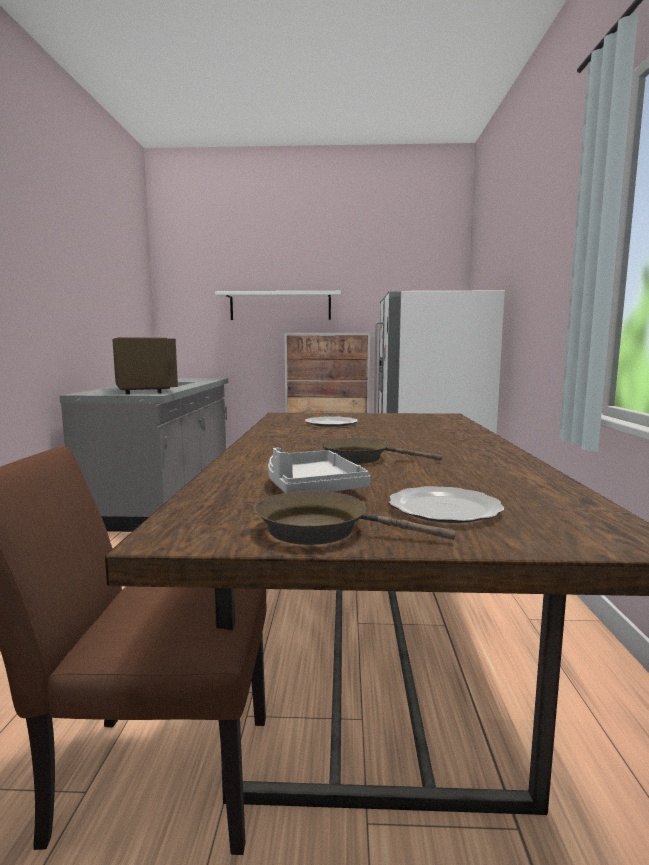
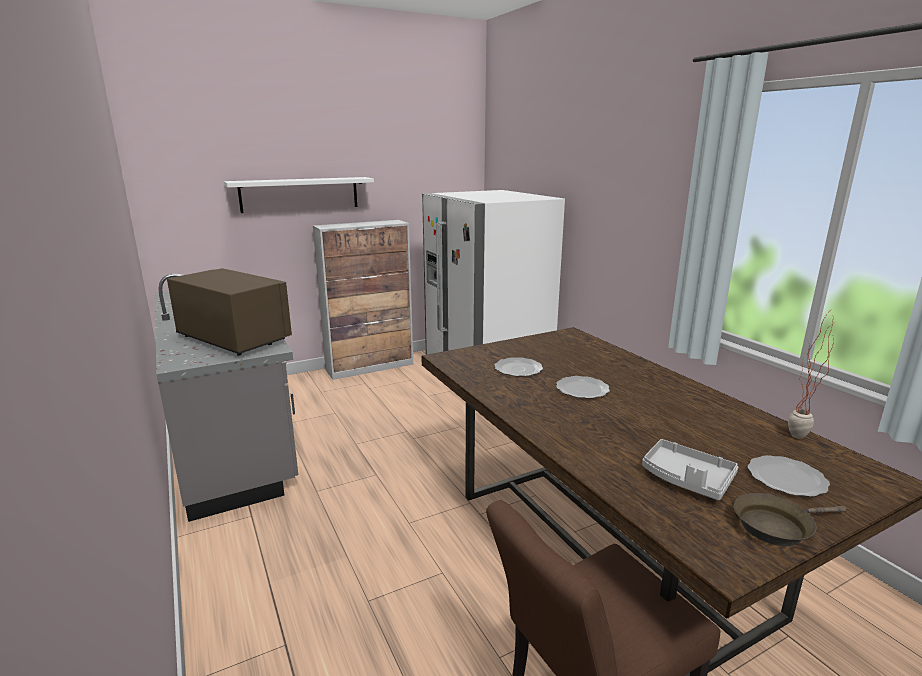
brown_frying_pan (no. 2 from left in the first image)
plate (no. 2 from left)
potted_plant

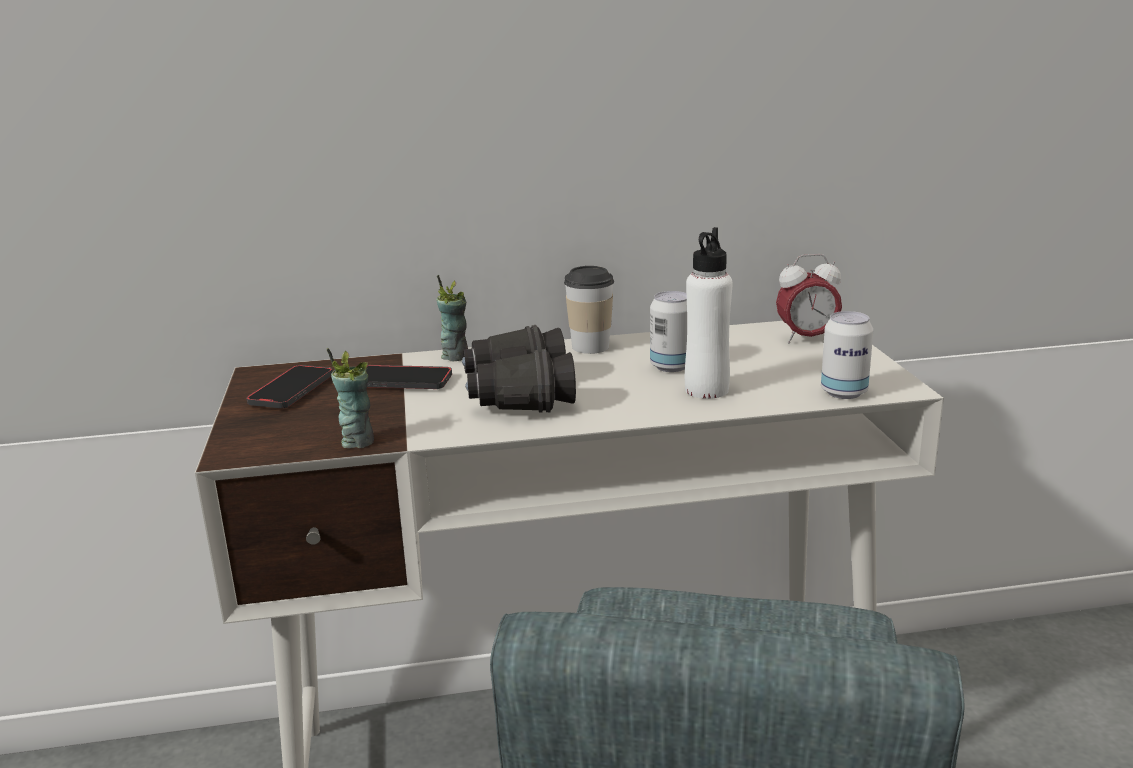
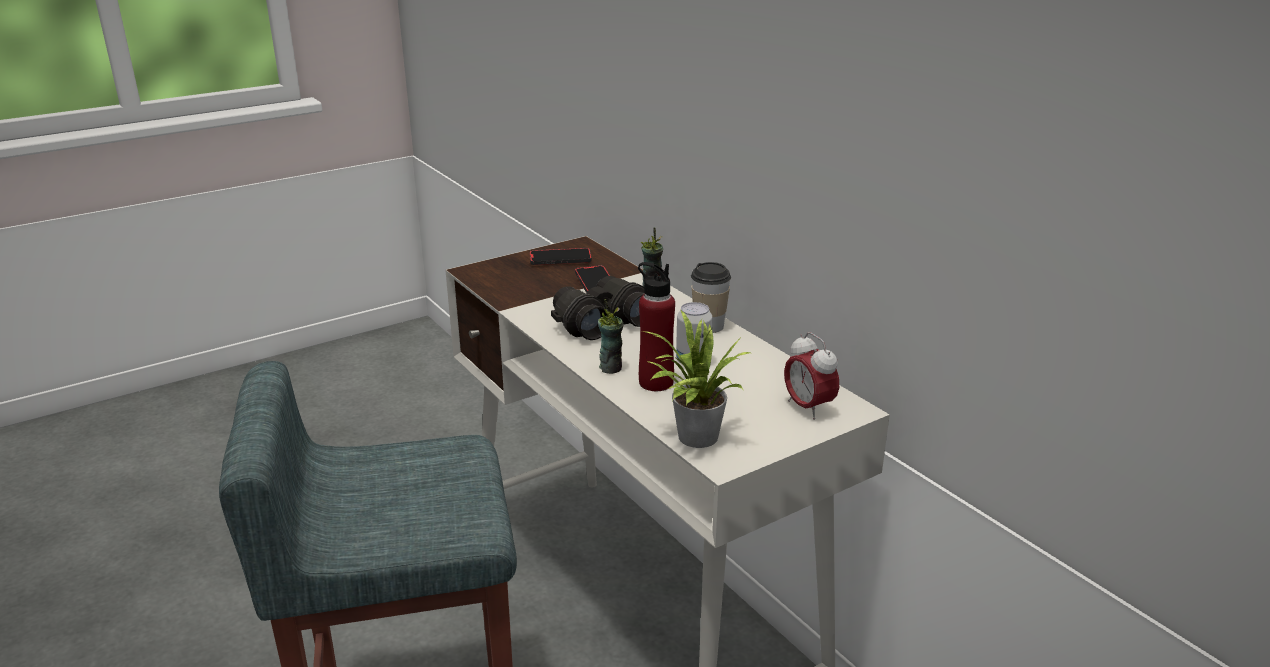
cup (no. 1 from left)
potted_plant
red_bottle

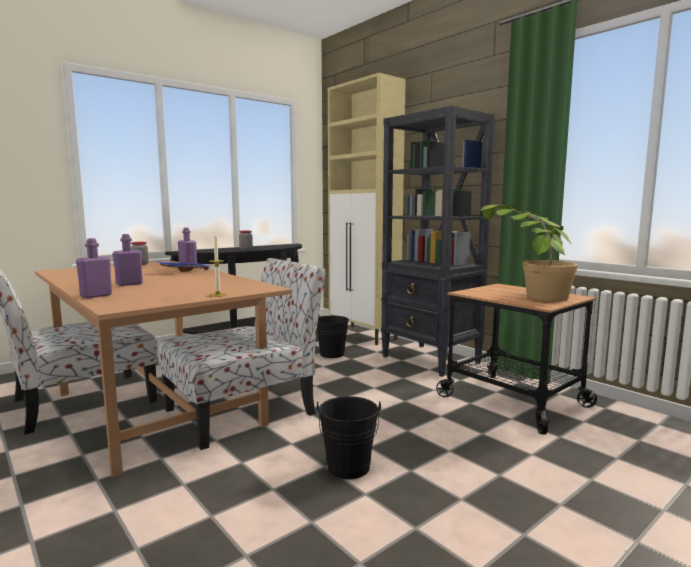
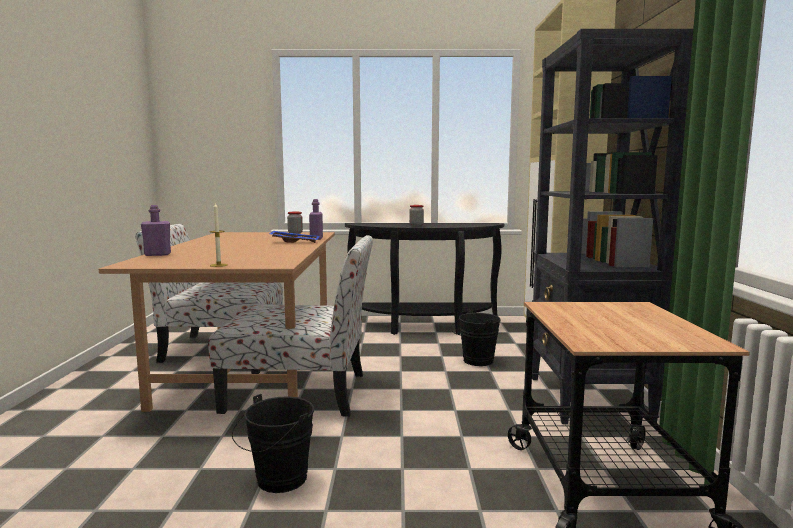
purple_bottle (no. 2 from left in the first image)
potted_plant

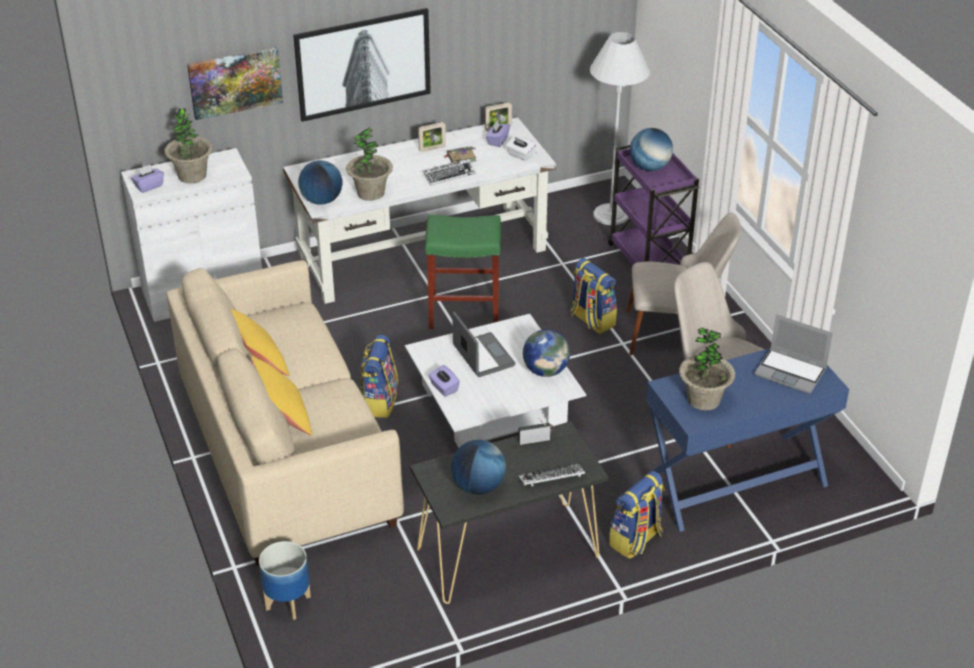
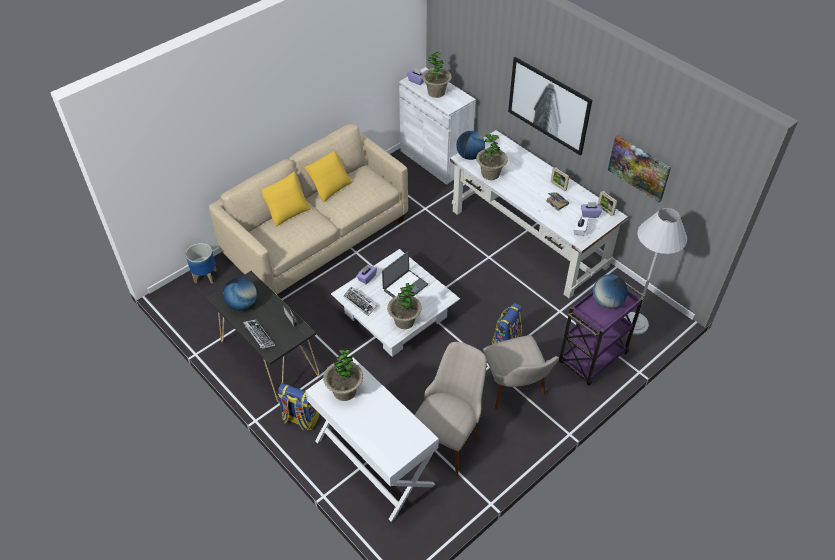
backpack (no. 1 from left in the first image)
green_stool
laptop (no. 2 from left in the first image)
picture (no. 2 from left)
keyboard (no. 2 from left)
potted_plant (no. 2 from left)
white_desk (no. 1 from left)

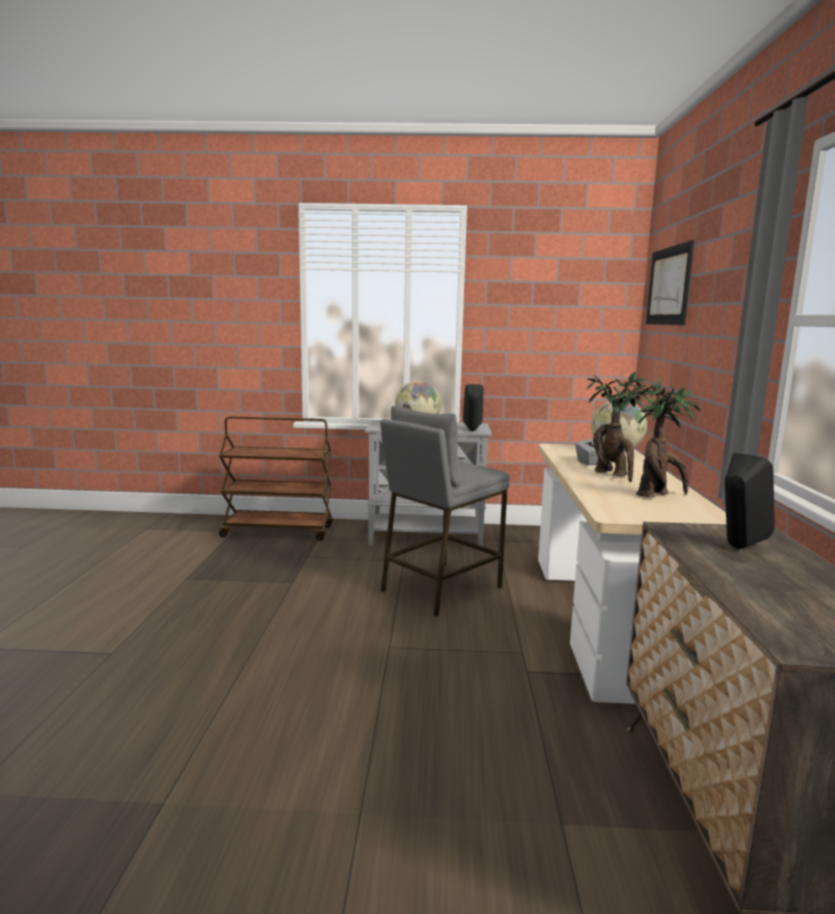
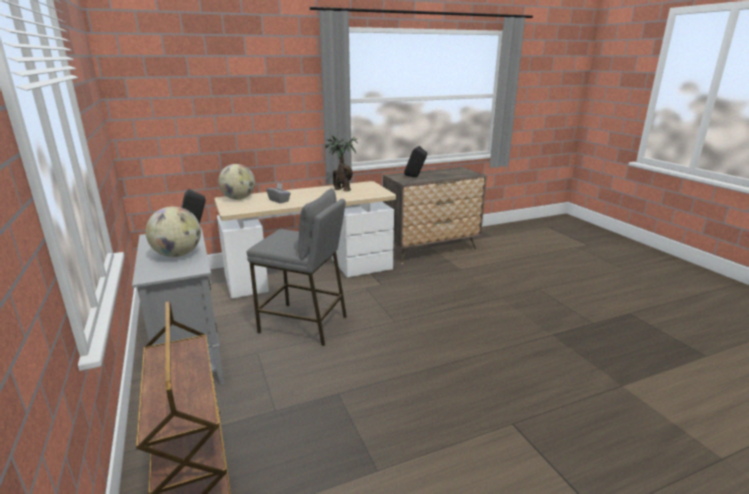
potted_plant (no. 1 from left in the first image)
picture

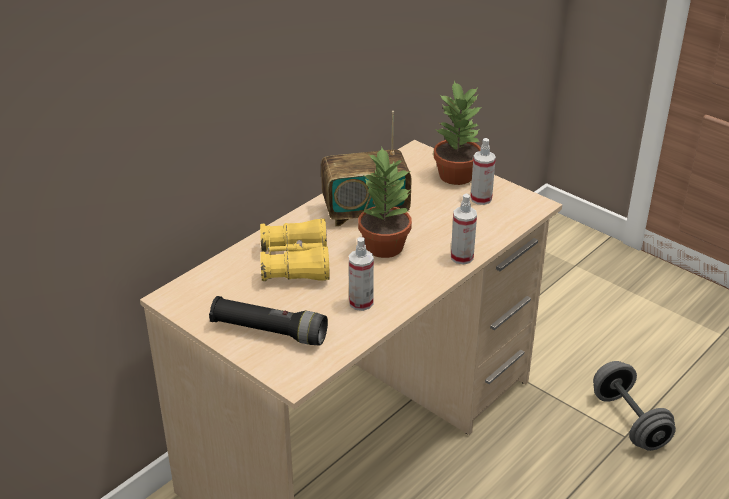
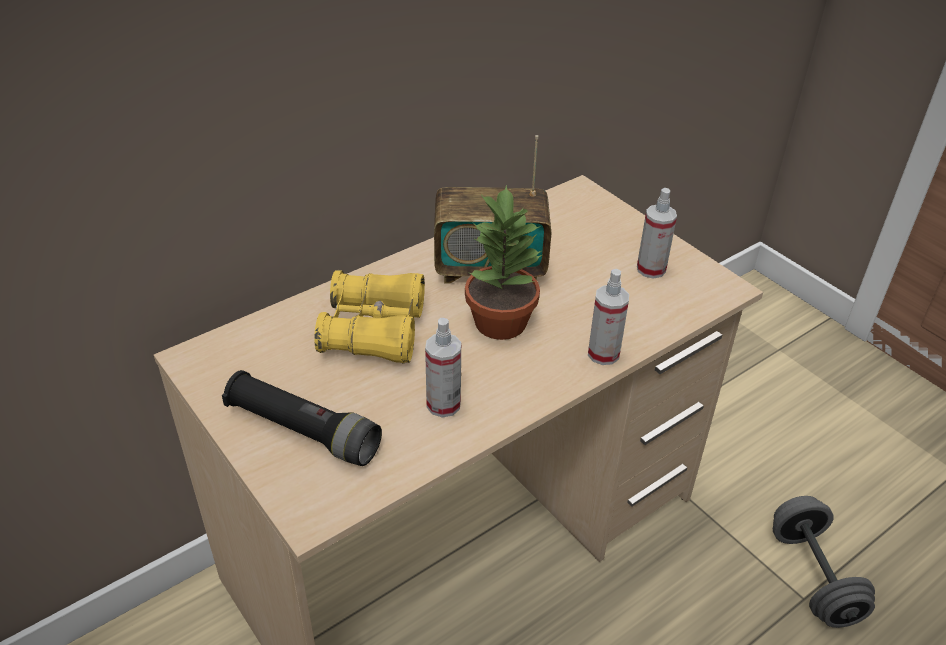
potted_plant (no. 2 from left in the first image)

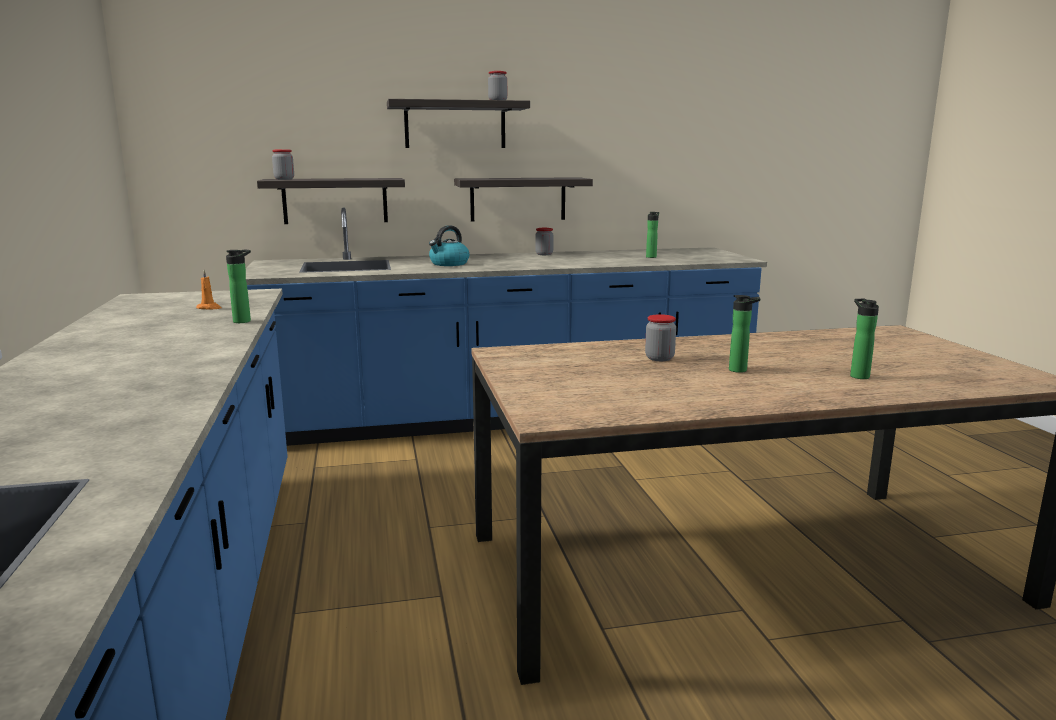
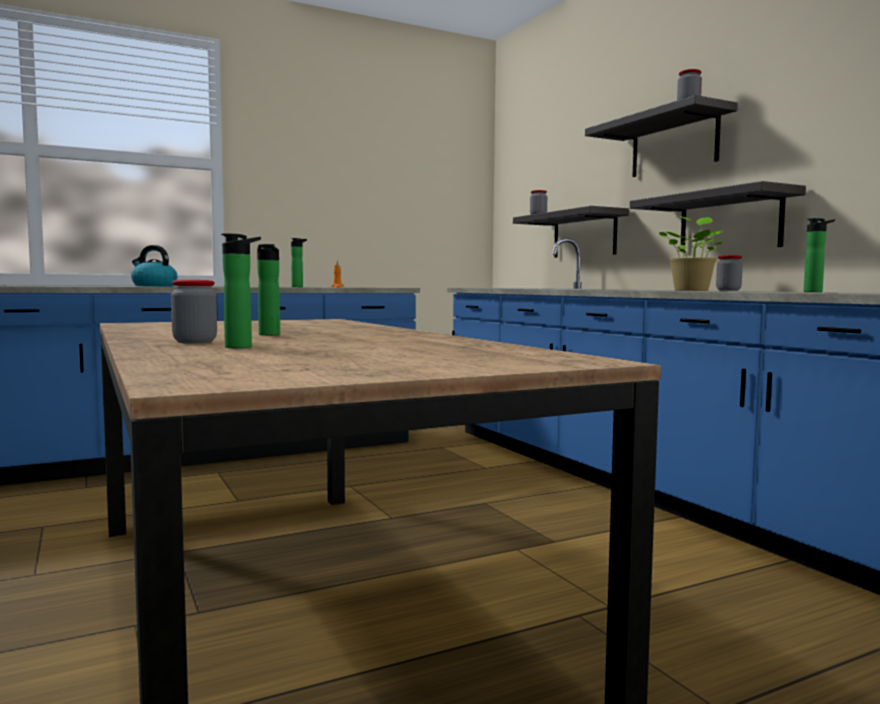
potted_plant
kettle
jar (no. 1 from left)

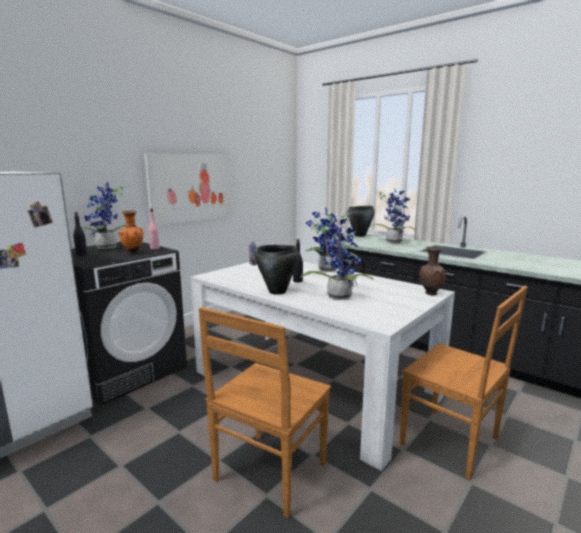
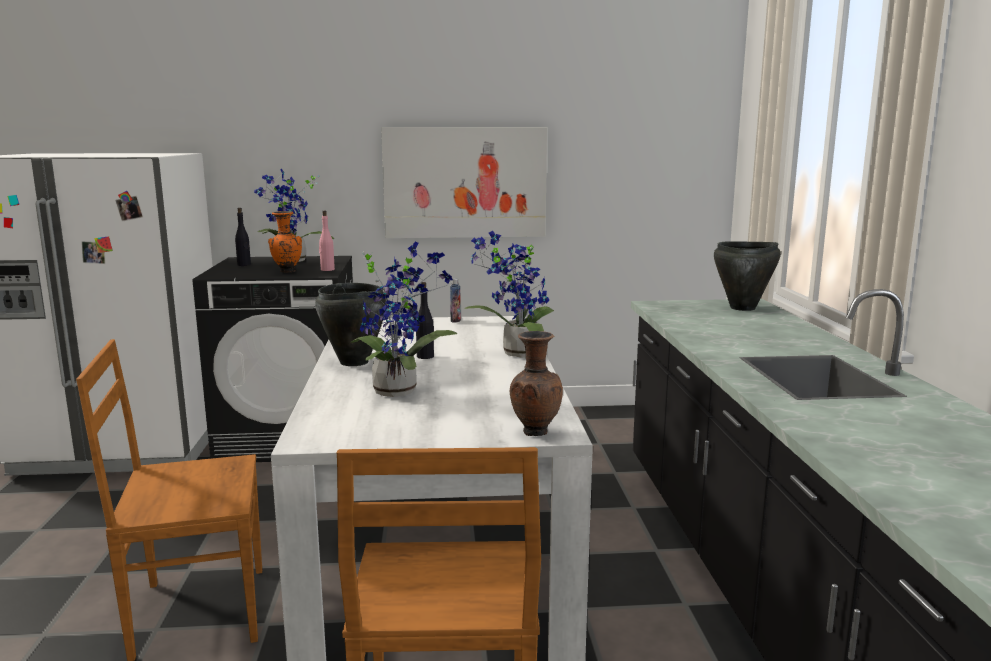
potted_plant (no. 4 from left in the first image)

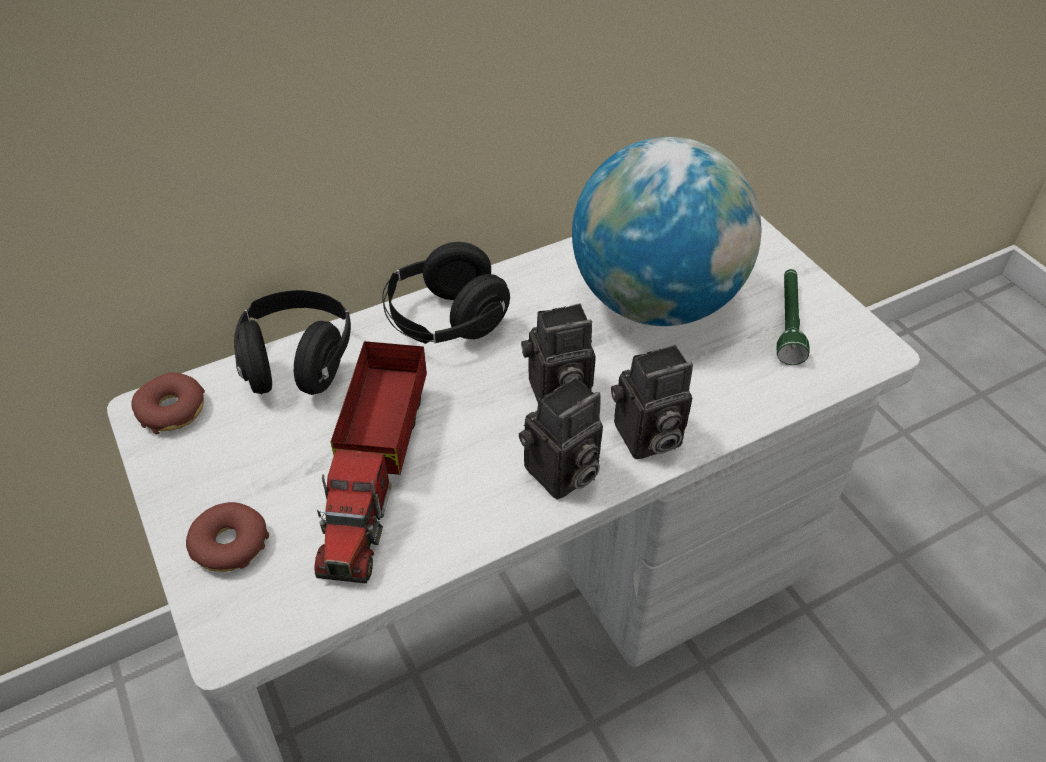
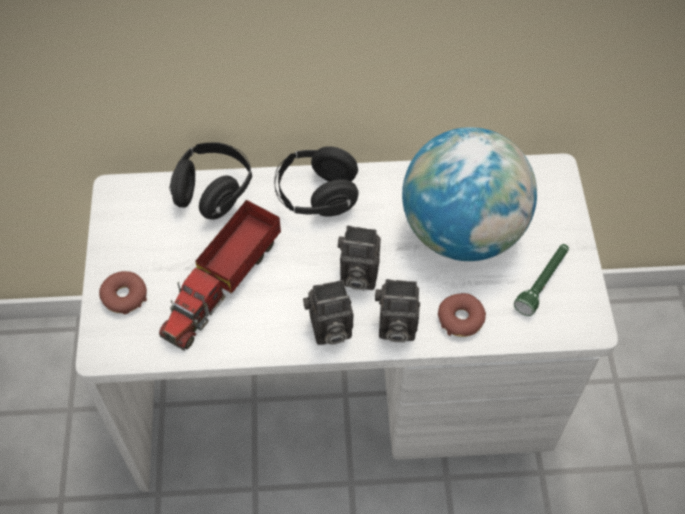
donut (no. 2 from left)

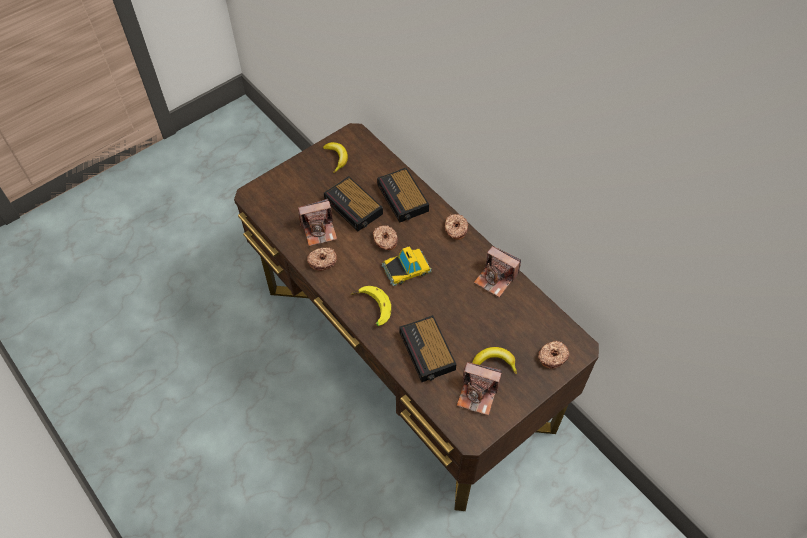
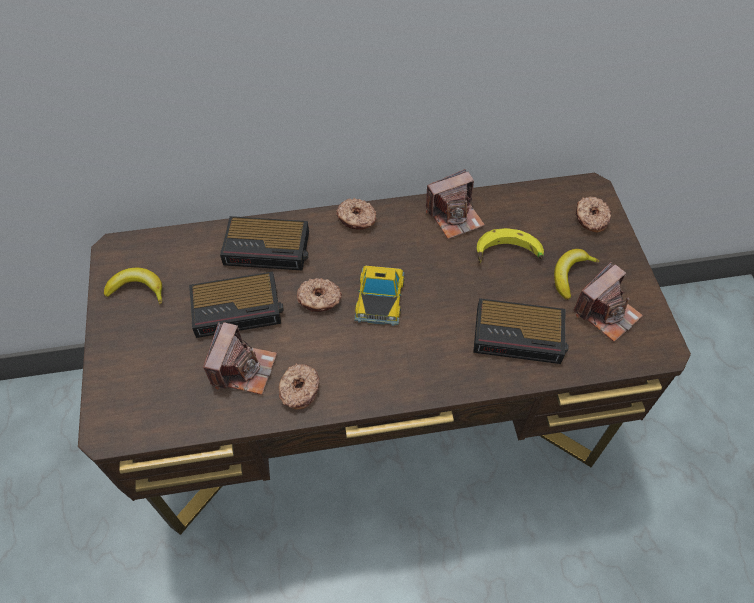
banana (no. 2 from left)

